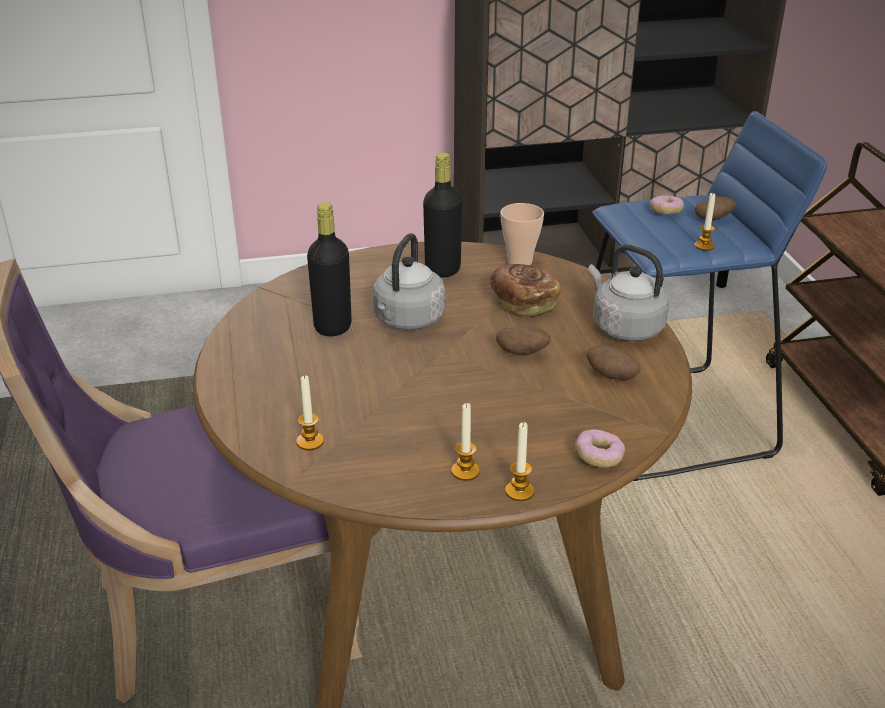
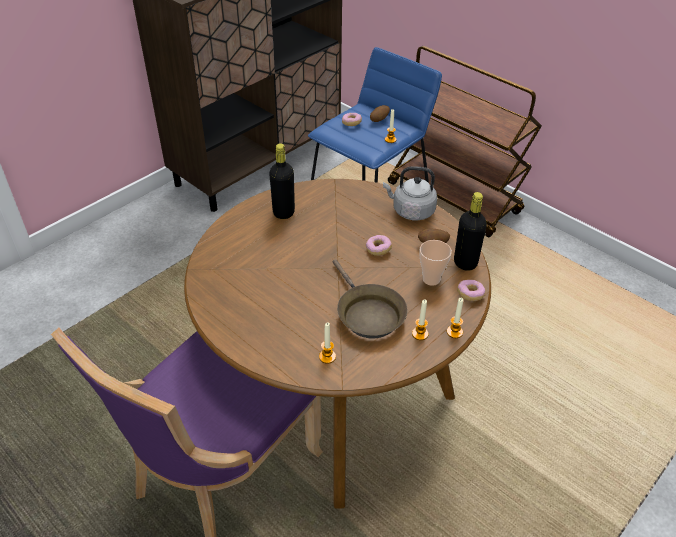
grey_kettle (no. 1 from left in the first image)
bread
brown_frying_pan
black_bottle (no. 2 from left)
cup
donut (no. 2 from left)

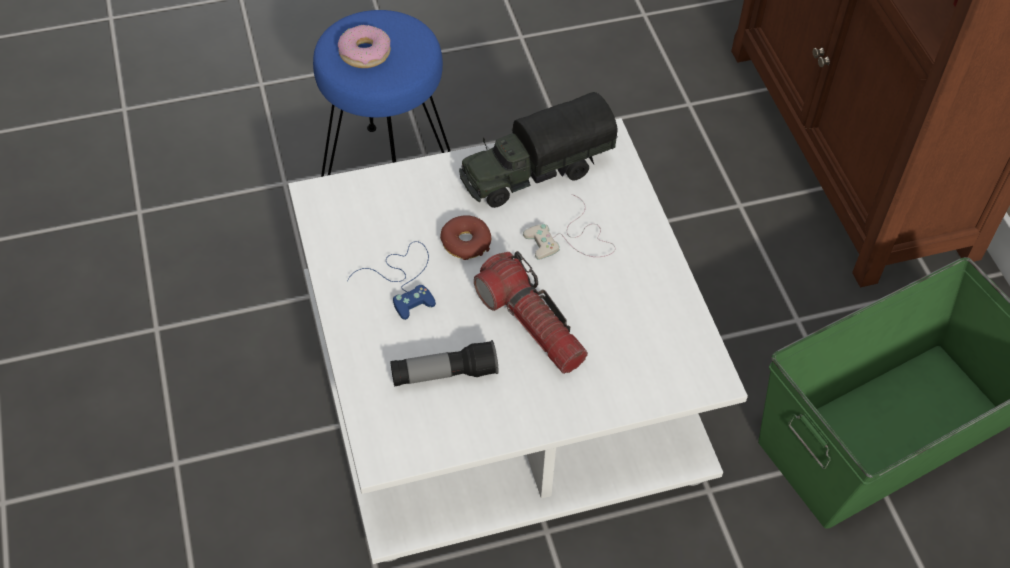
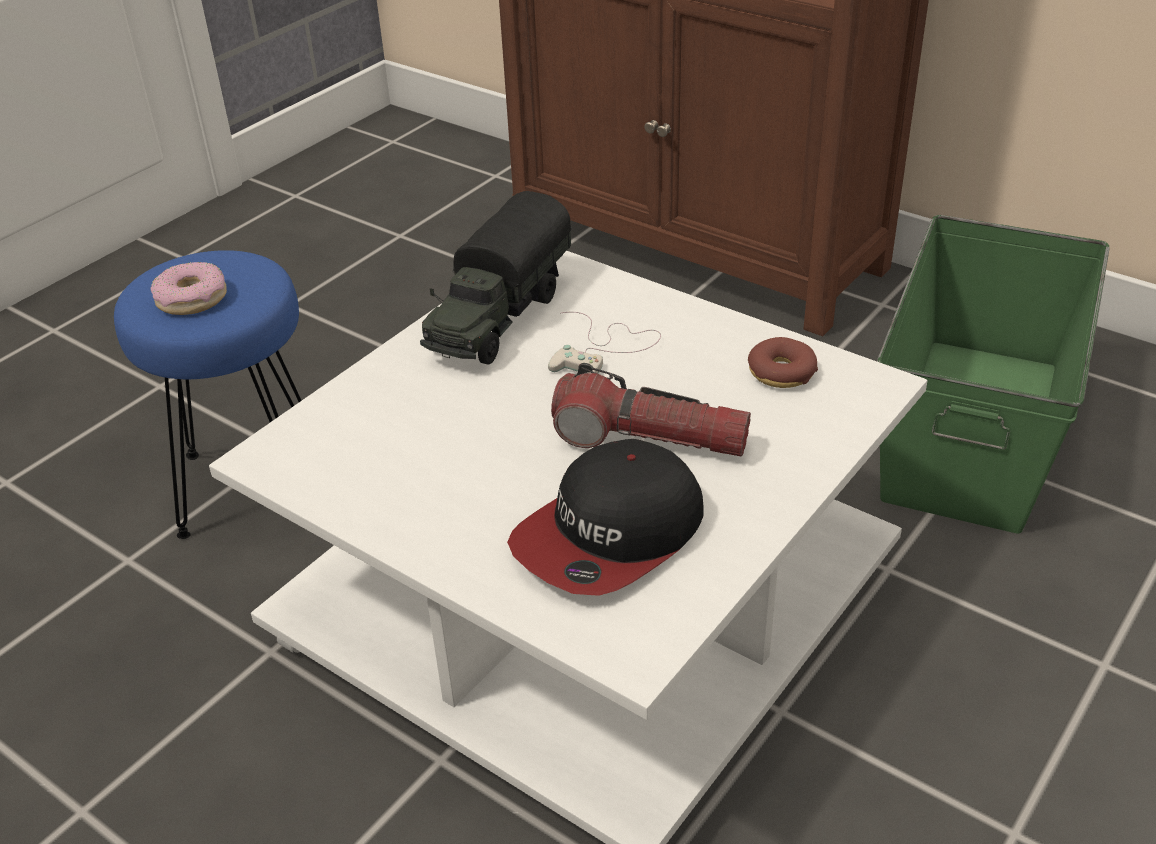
blue_game_controller
donut (no. 2 from left)
cap

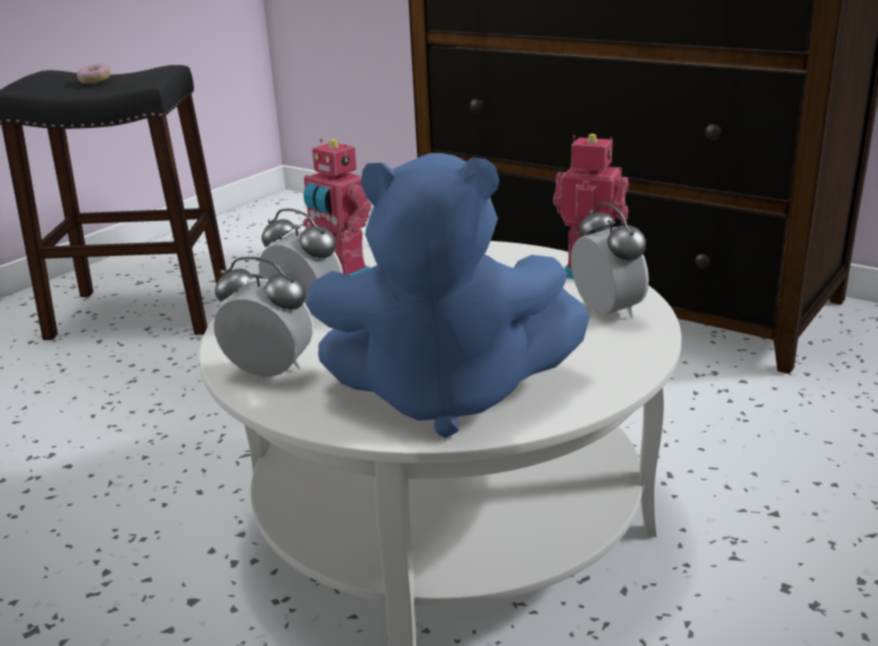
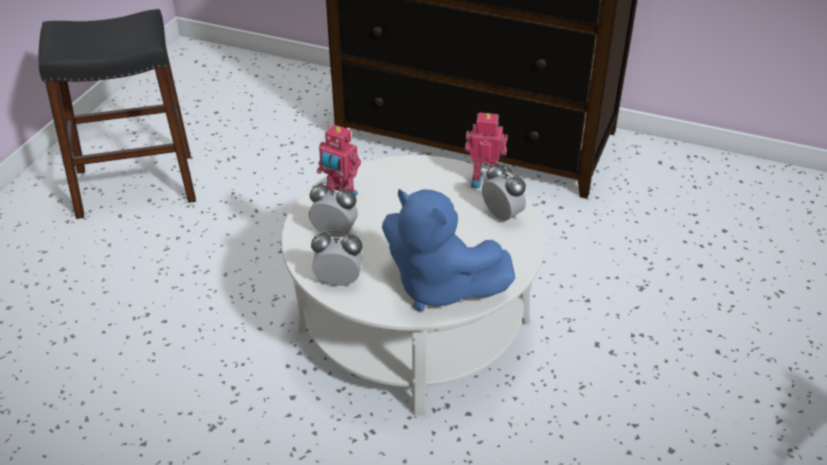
donut
blue_plush_toy

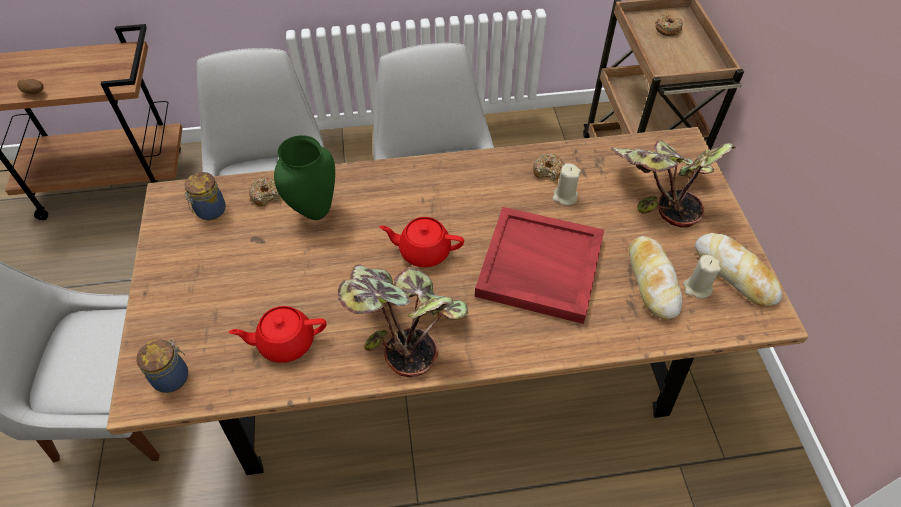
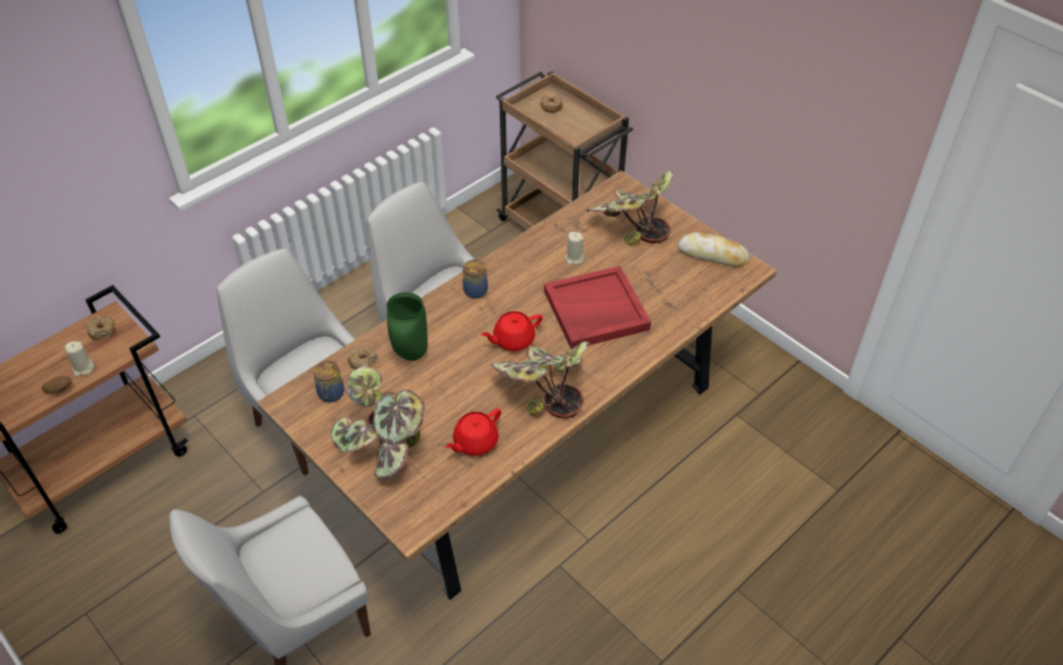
bread (no. 1 from left in the first image)
potted_plant (no. 1 from left)
jar (no. 2 from left)
donut (no. 1 from left)
beige_candle (no. 1 from left)

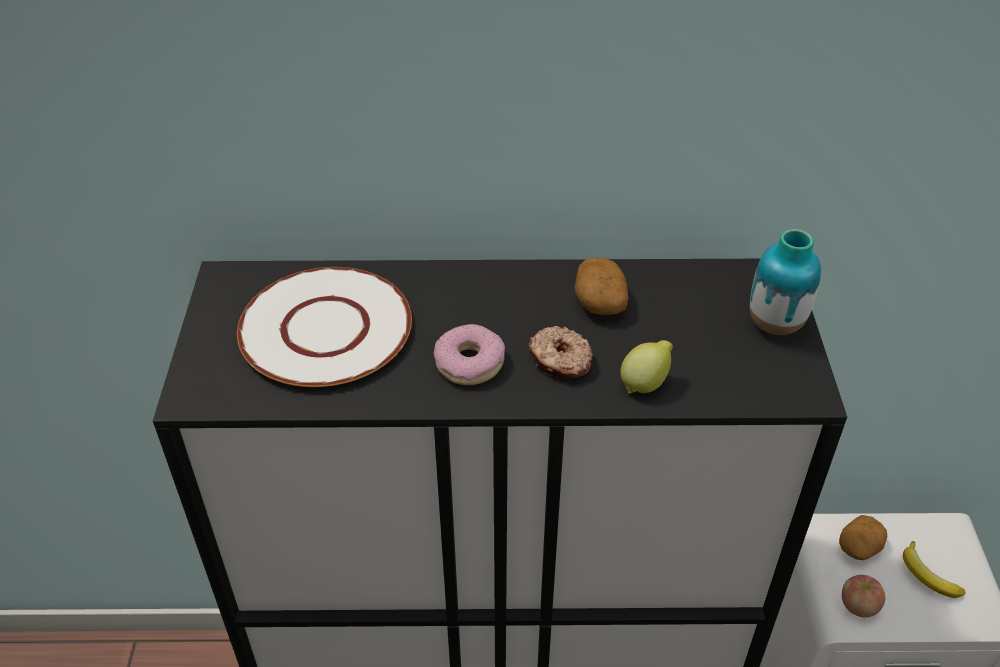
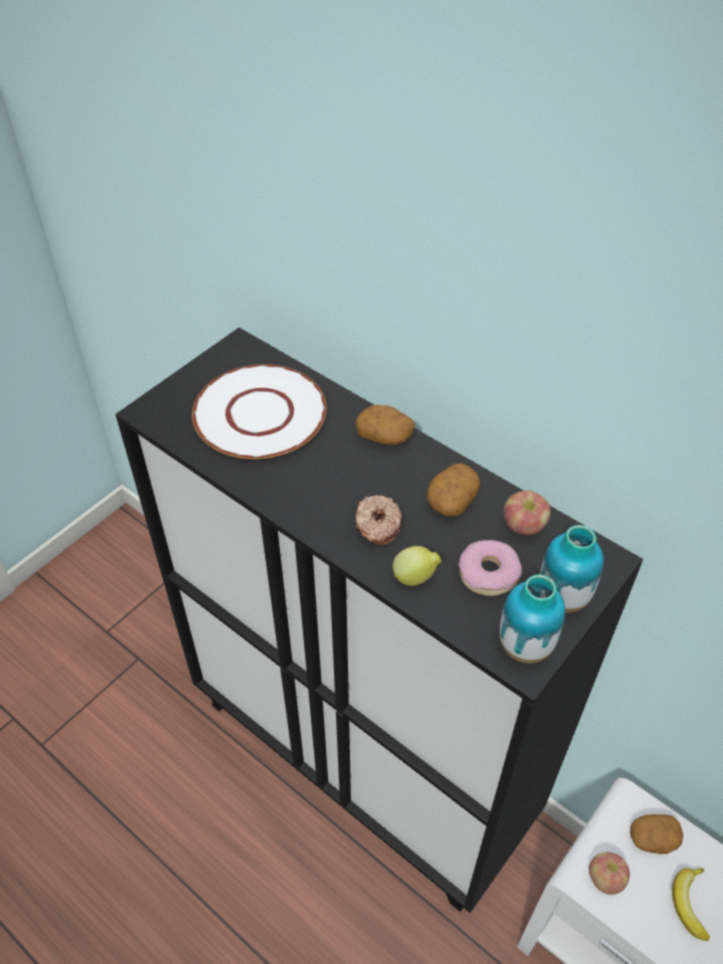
potato (no. 1 from left)
vase (no. 1 from left)
apple (no. 1 from left)
donut (no. 2 from left)

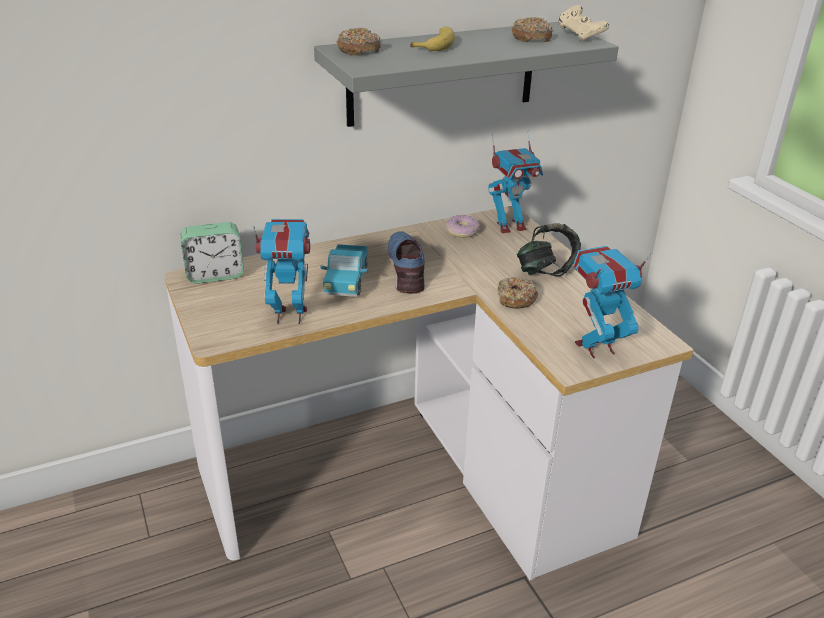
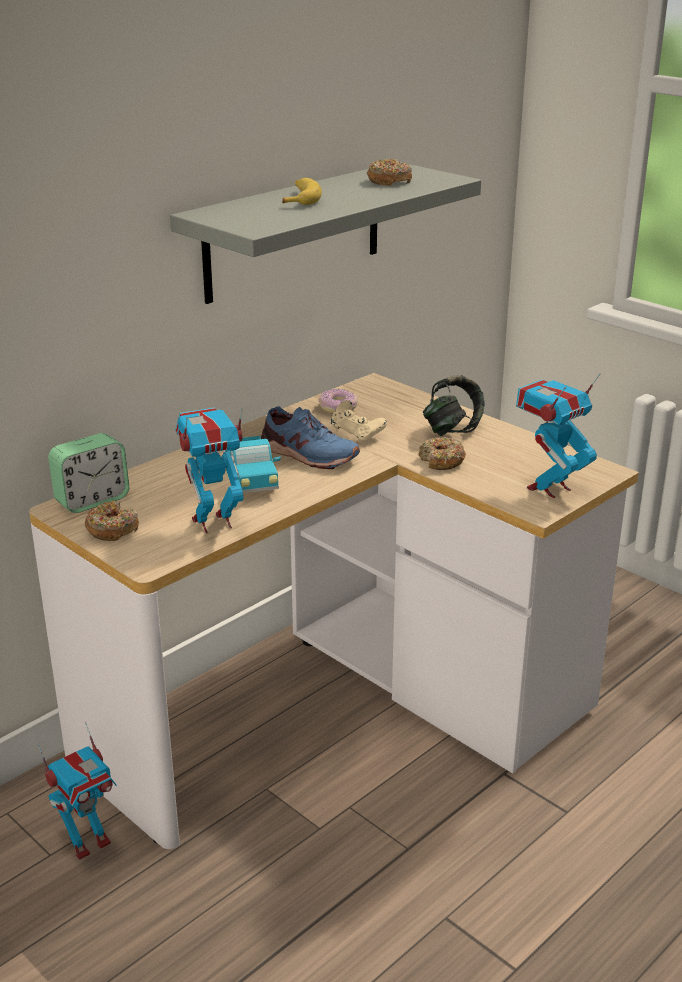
donut (no. 1 from left)
toy_robot (no. 1 from left)
beige_game_controller
blue_shoe

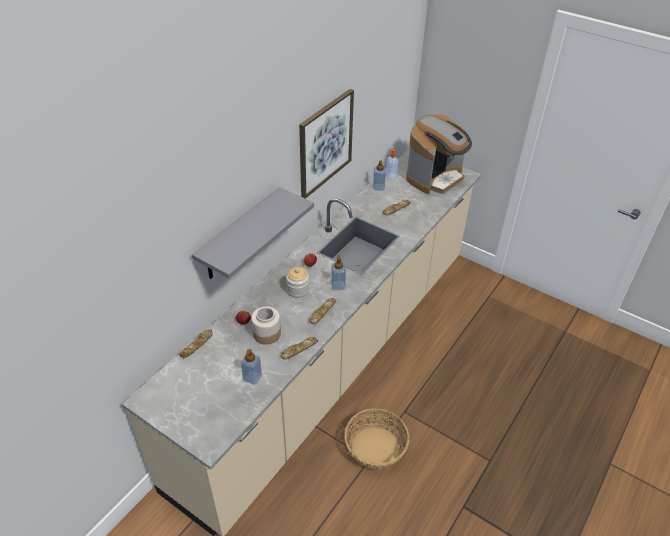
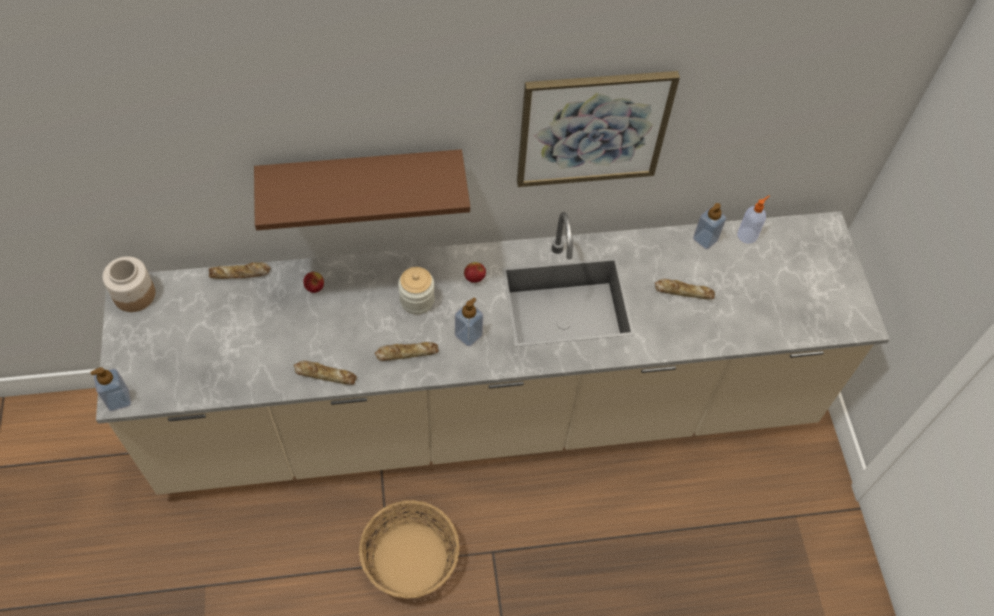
coffee_machine
soap_dispenser (no. 1 from left)
jar (no. 1 from left)
brown_shelf

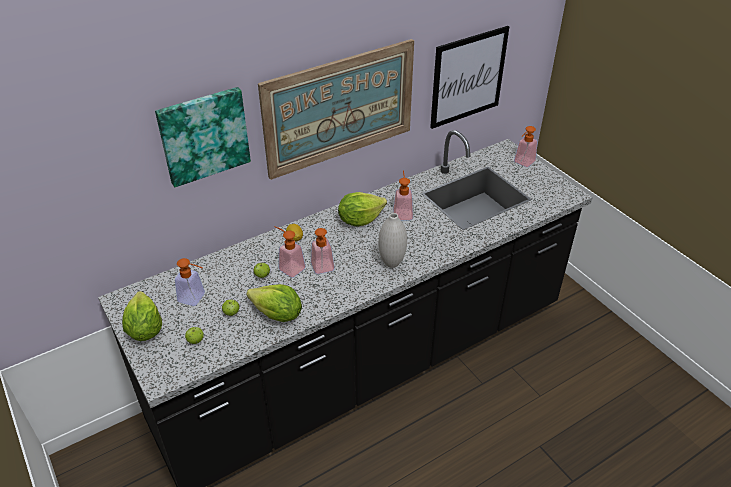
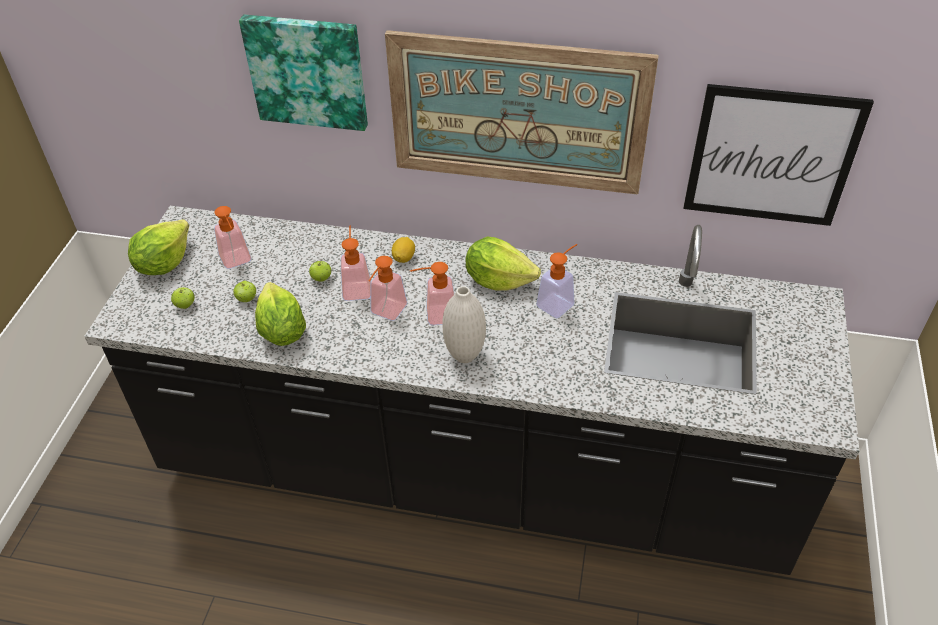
soap_dispenser (no. 4 from left)

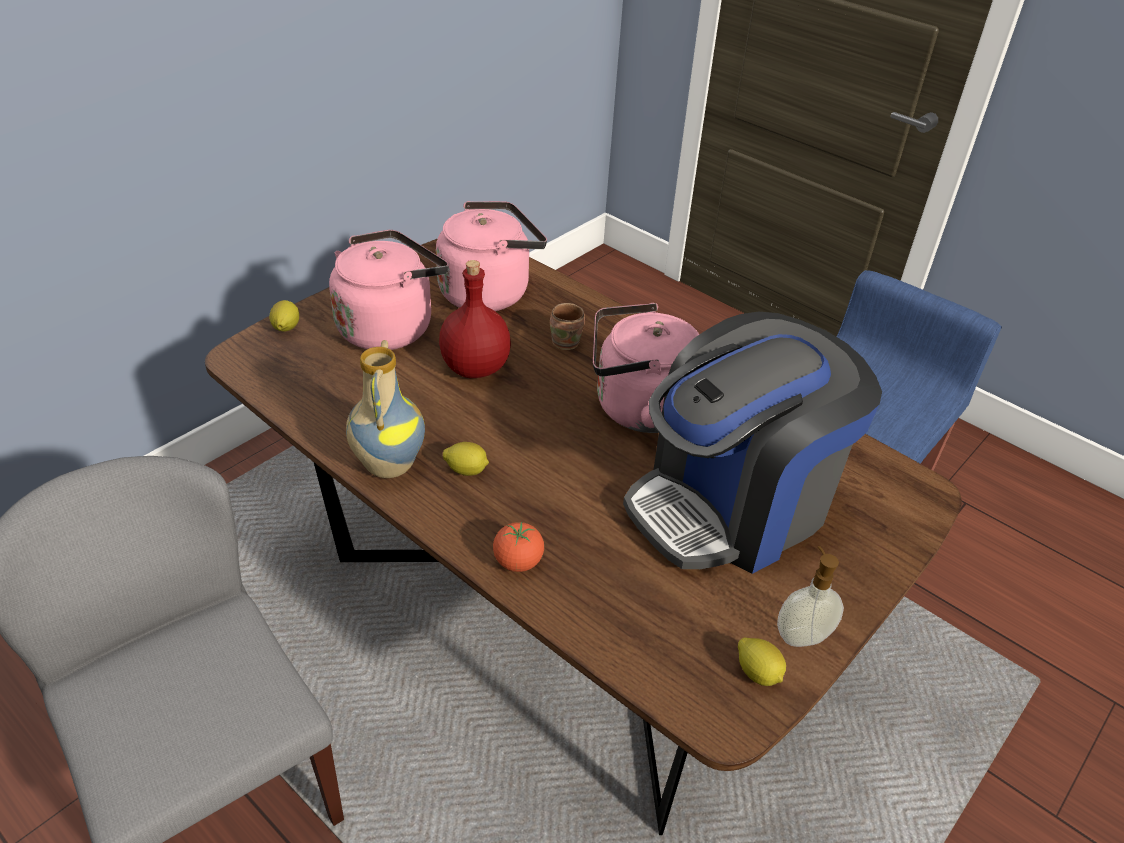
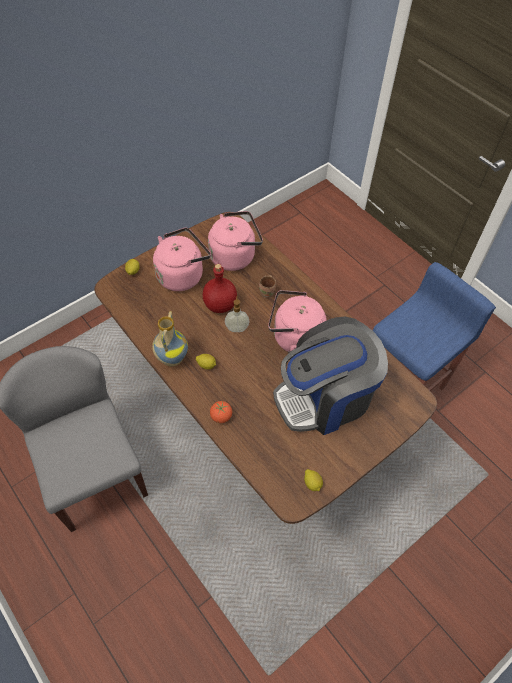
soap_dispenser

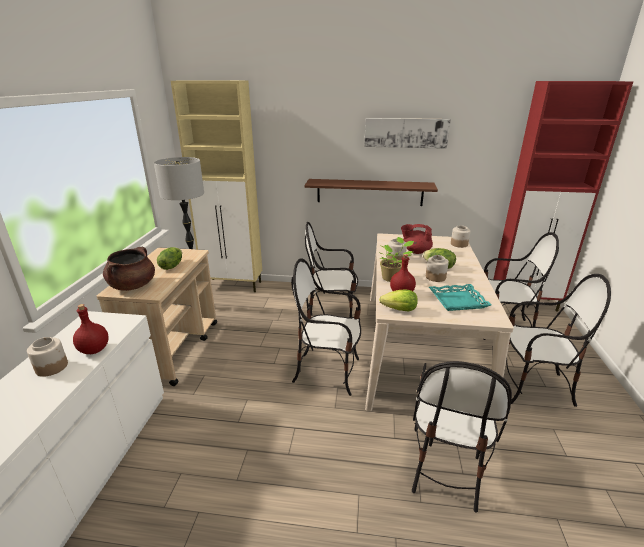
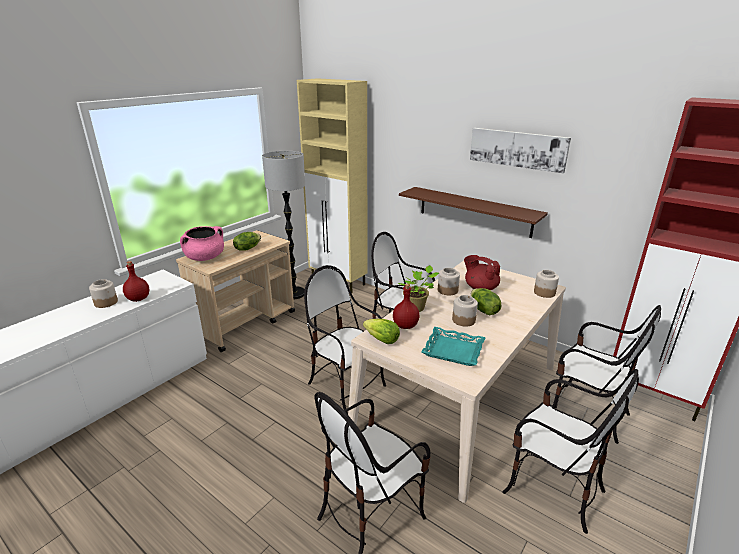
pink_cooking_pot

